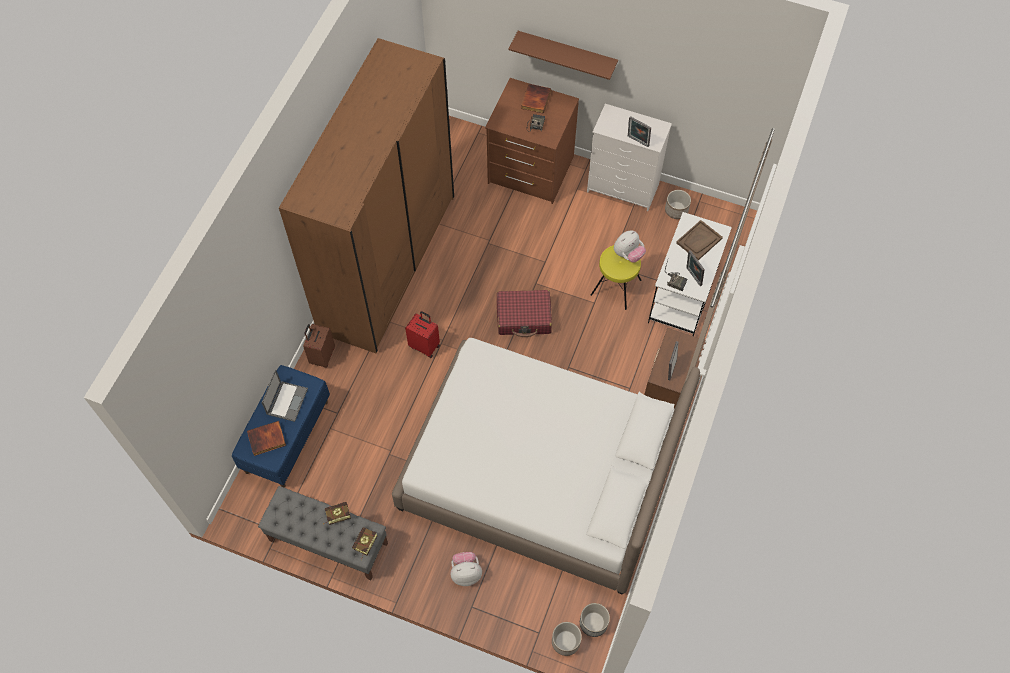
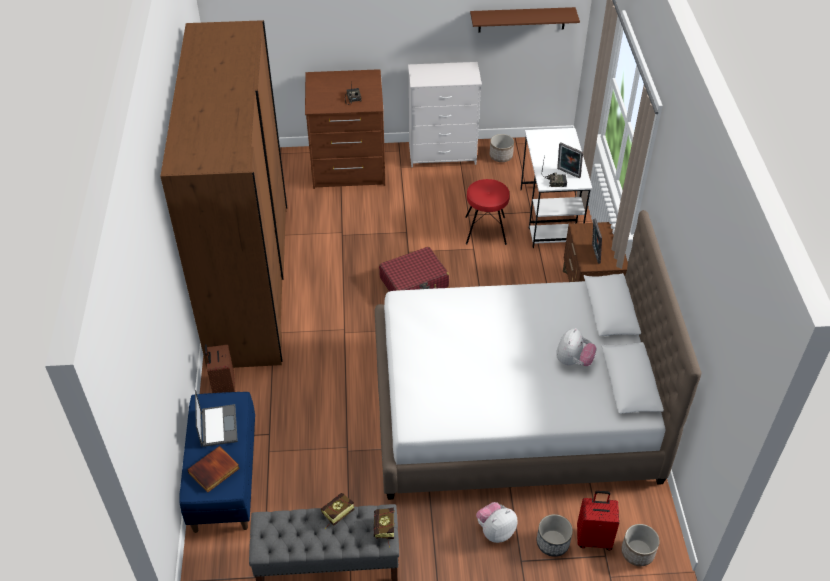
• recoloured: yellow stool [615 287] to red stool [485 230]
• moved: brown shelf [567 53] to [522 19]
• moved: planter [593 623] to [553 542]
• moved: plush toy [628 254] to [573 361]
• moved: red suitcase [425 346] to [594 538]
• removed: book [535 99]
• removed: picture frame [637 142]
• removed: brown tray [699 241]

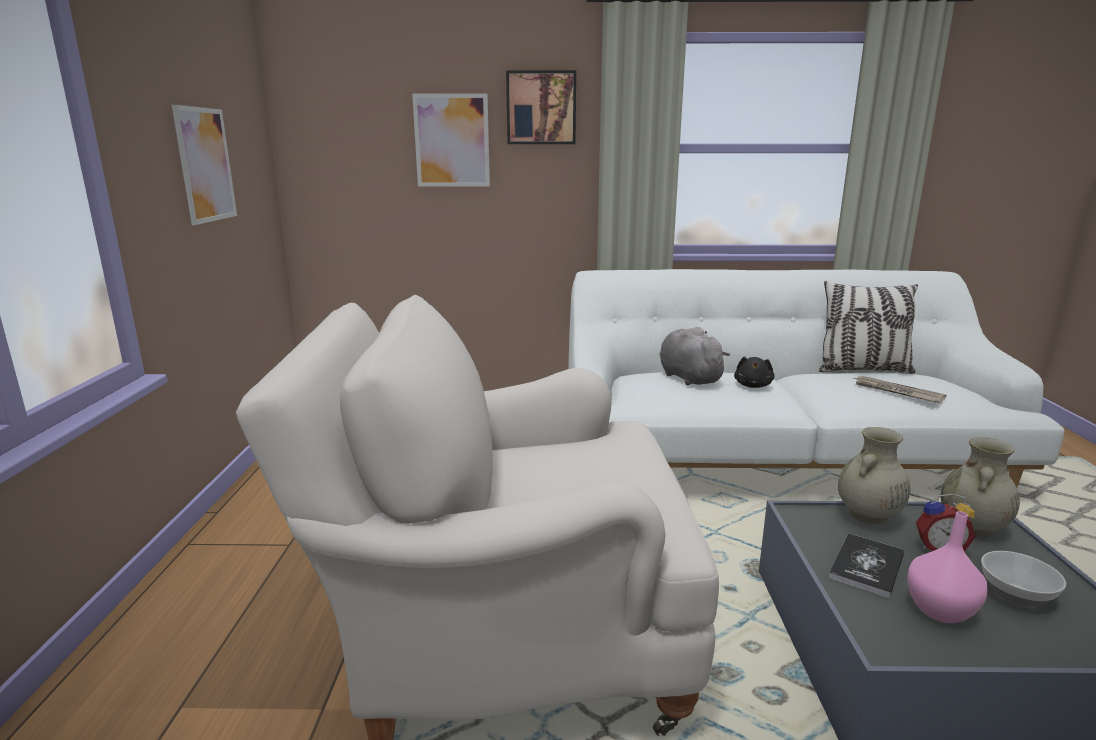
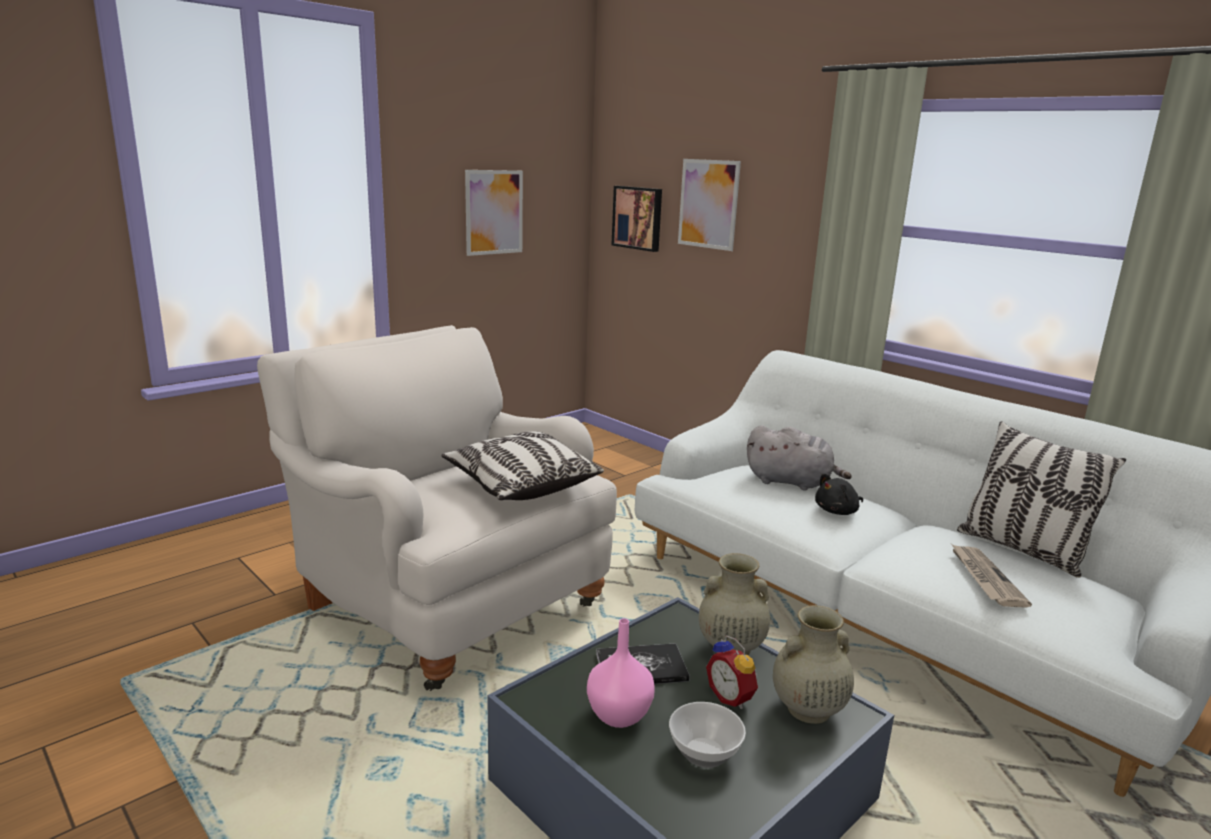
• added: pillow [520 485]
• moved: picture [541 108] to [638 218]
• turned: grey plush toy [688 377] = [791 482] 90 degrees clockwise

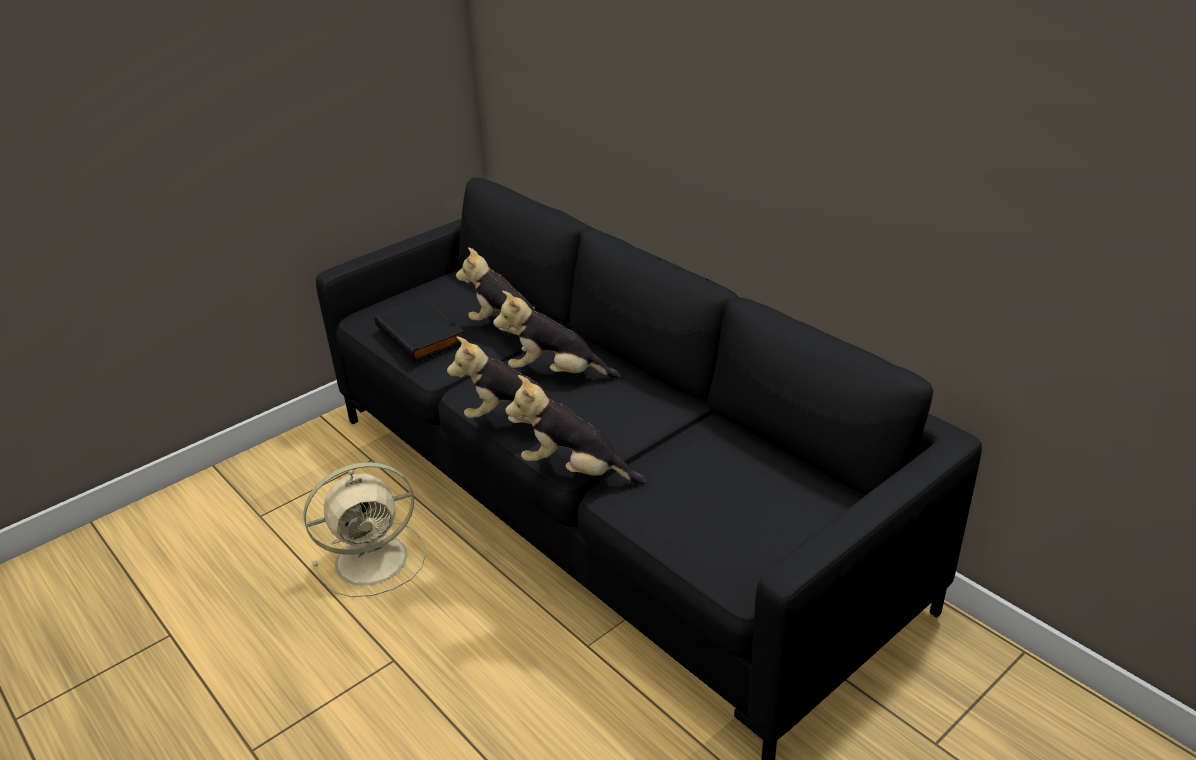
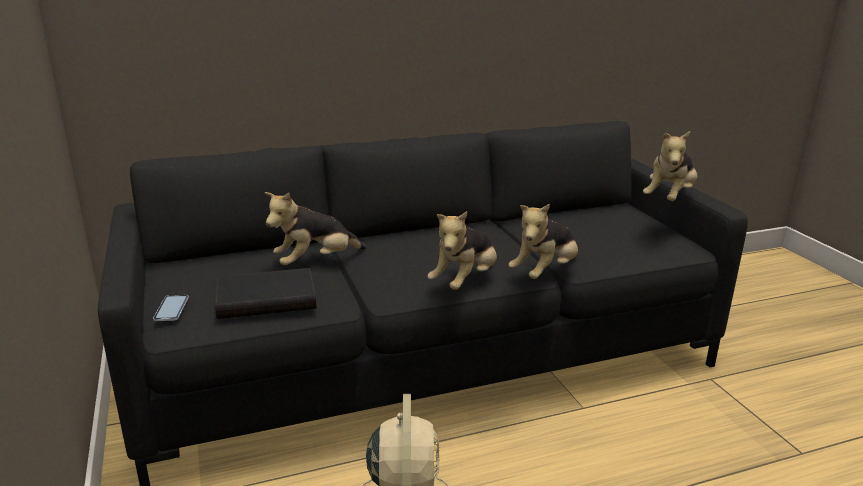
• added: phone [171 309]
• moved: plush toy [556 373] to [669 198]

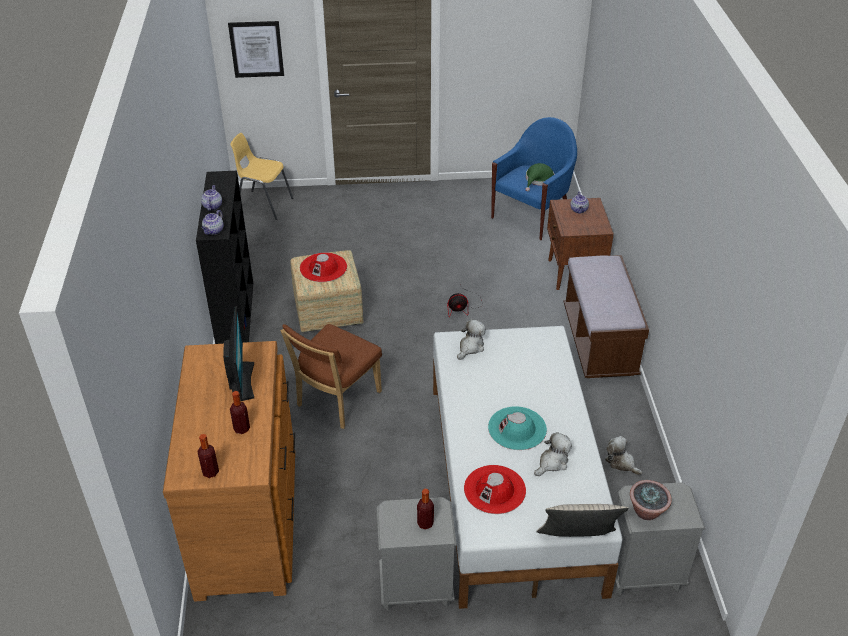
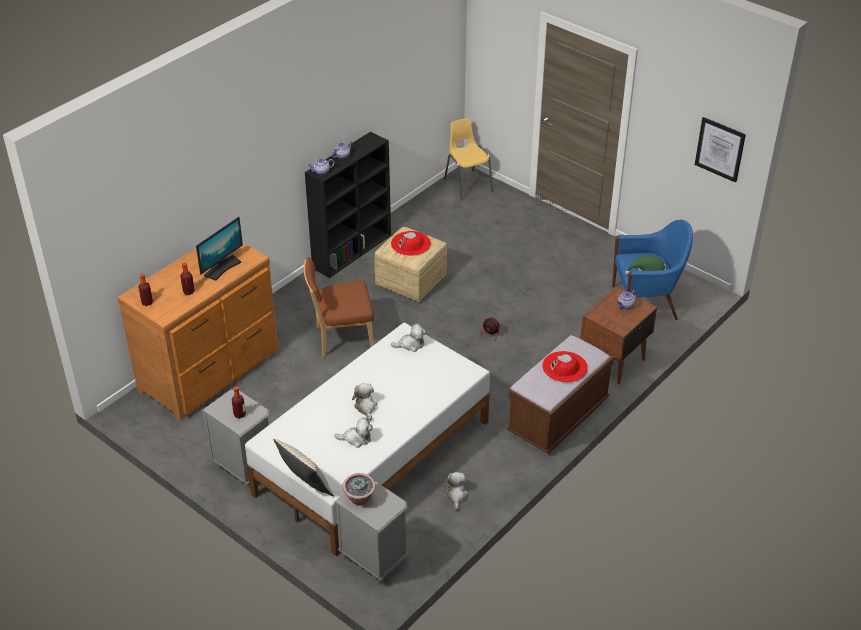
• replaced: turquoise hat [517 428] to plush toy [366 407]
• moved: red hat [495 489] to [565 367]
• moved: picture [256 49] to [720 149]

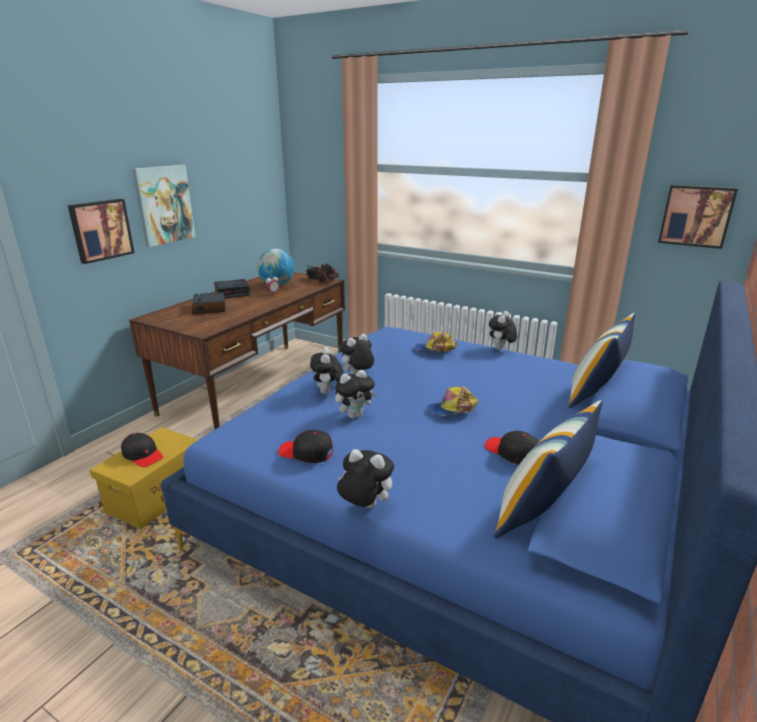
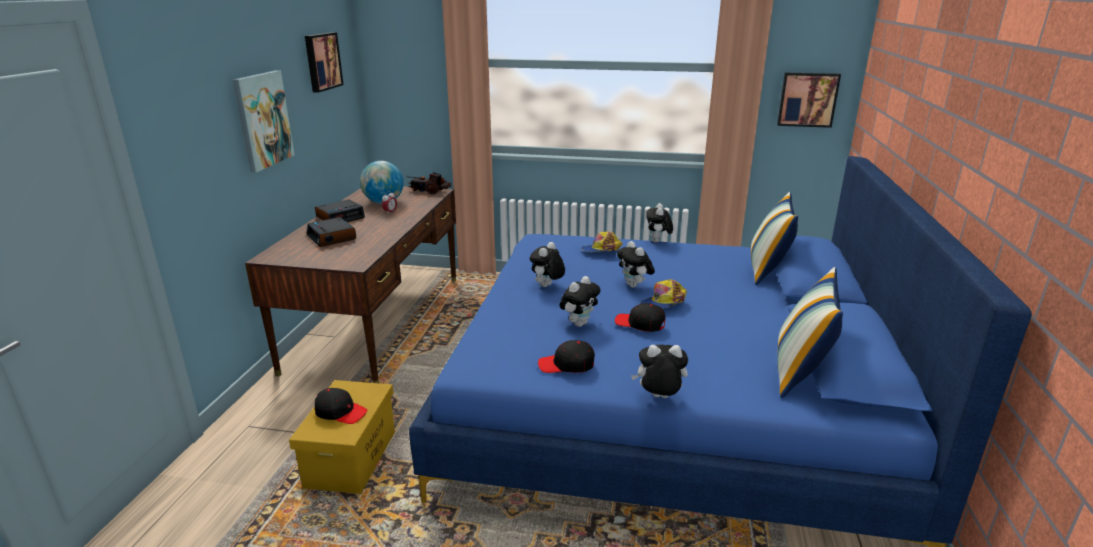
• moved: picture [100 230] to [322 61]
• moved: black cap [511 452] to [640 324]
• moved: plush toy [328 392] to [634 286]

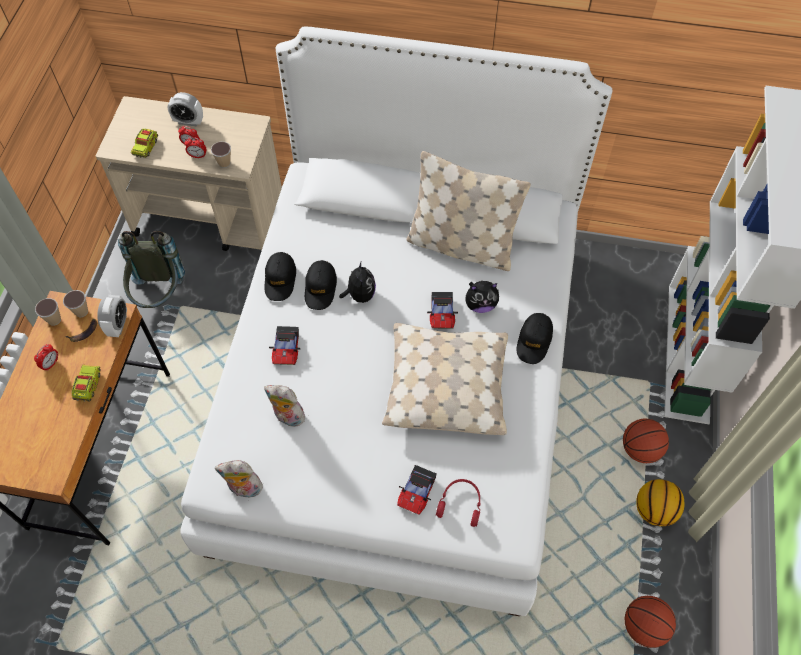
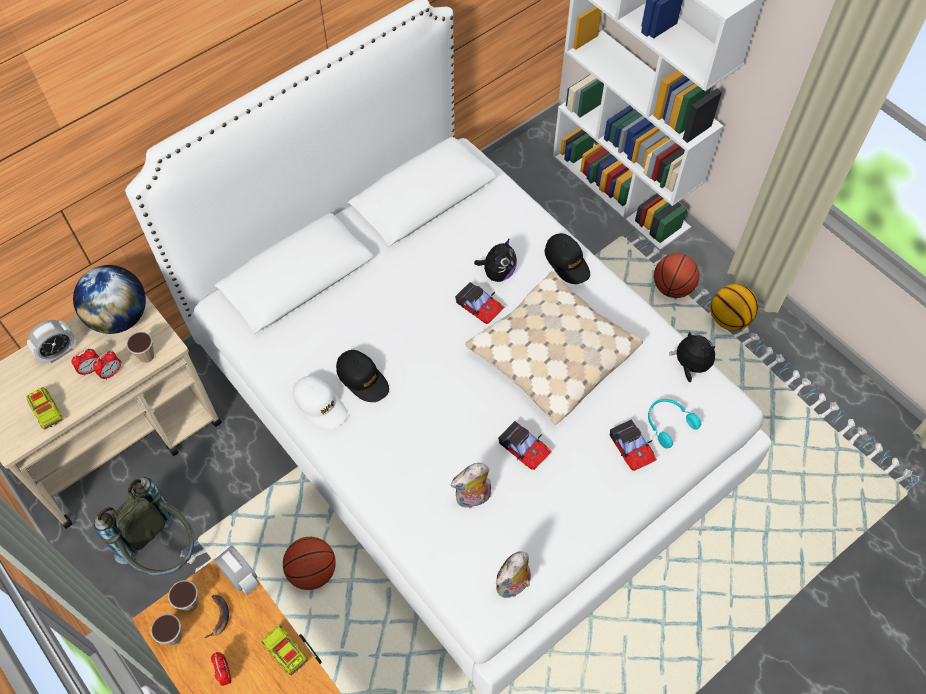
• added: globe [120 317]
• moved: basketball [644 626] to [312 571]
• recoloured: black cap [280 280] to white cap [320 405]
• moved: toy car [286 348] to [524 448]
• recoloured: red headphones [460 503] to turquoise headphones [668 423]
• moved: plush toy [360 295] to [690 366]
• removed: beige pillow [461 245]

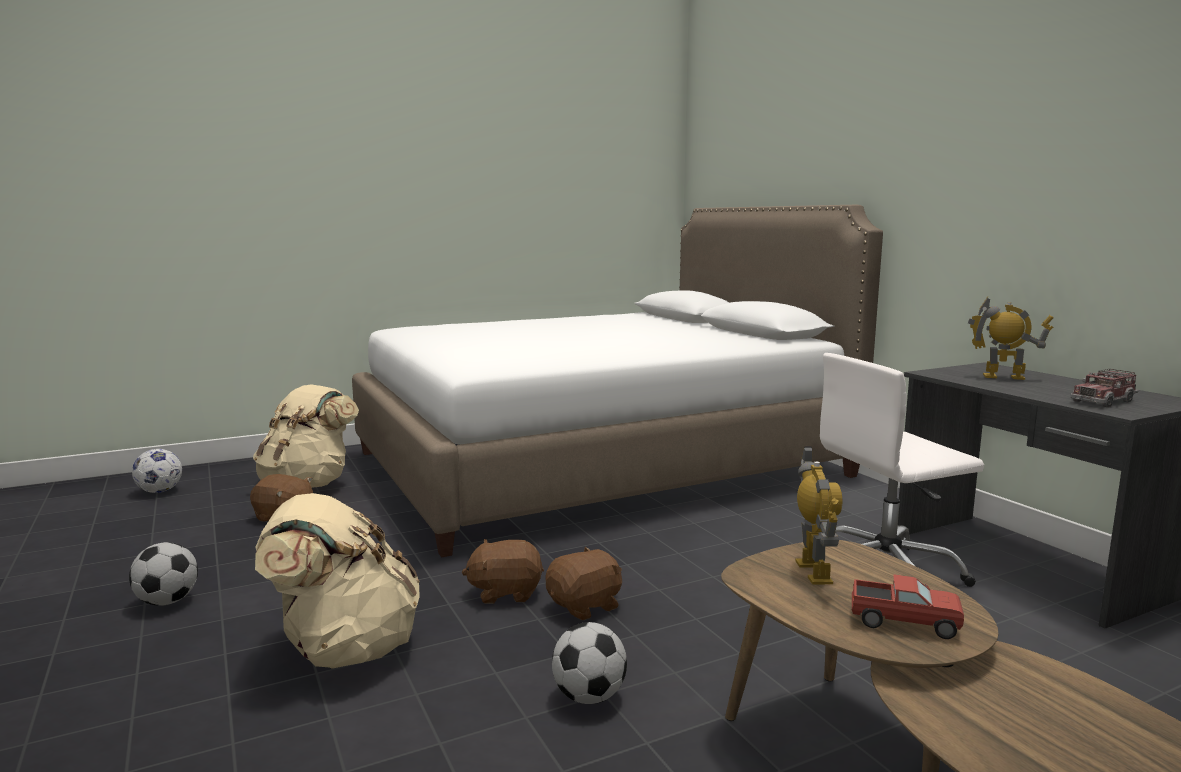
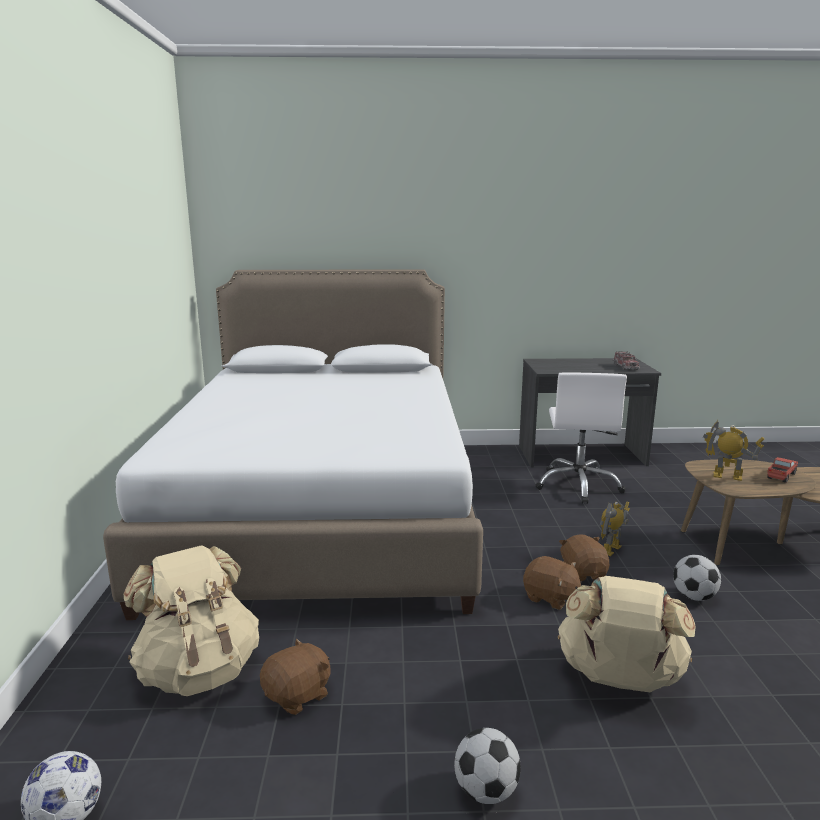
• turned: brown plush toy [505 592] = [550 597] 75 degrees counterclockwise
• moved: toy robot [1003 377] to [611 549]

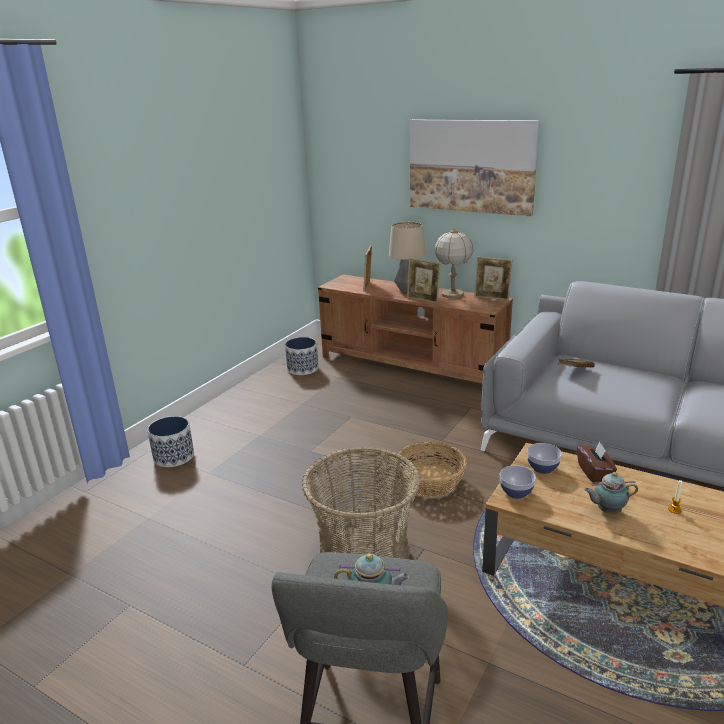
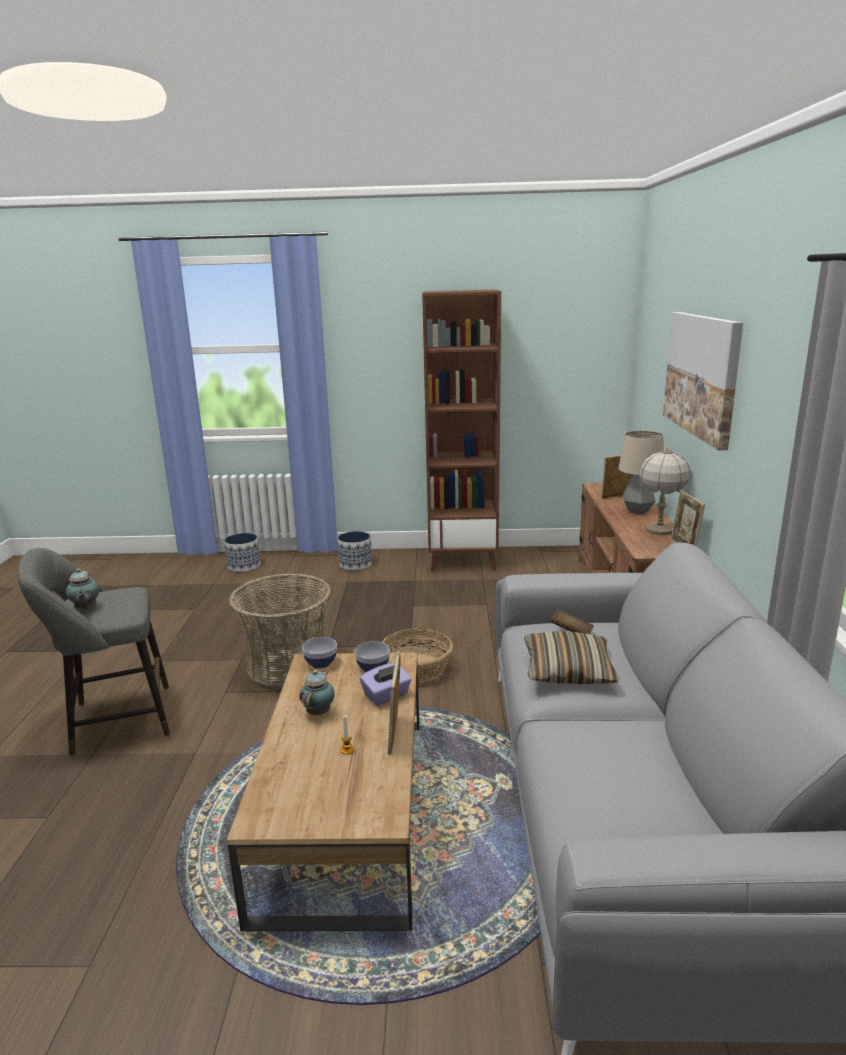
• moved: planter [302 369] to [244 566]
• turned: teapot [607 511] = [319 712] 45 degrees clockwise
• recoloured: brown tissue box [594 472] to purple tissue box [386 695]
• moved: picture frame [423 300] to [395 735]
• added: brown bookcase [463 560]
• added: pillow [568 670]

